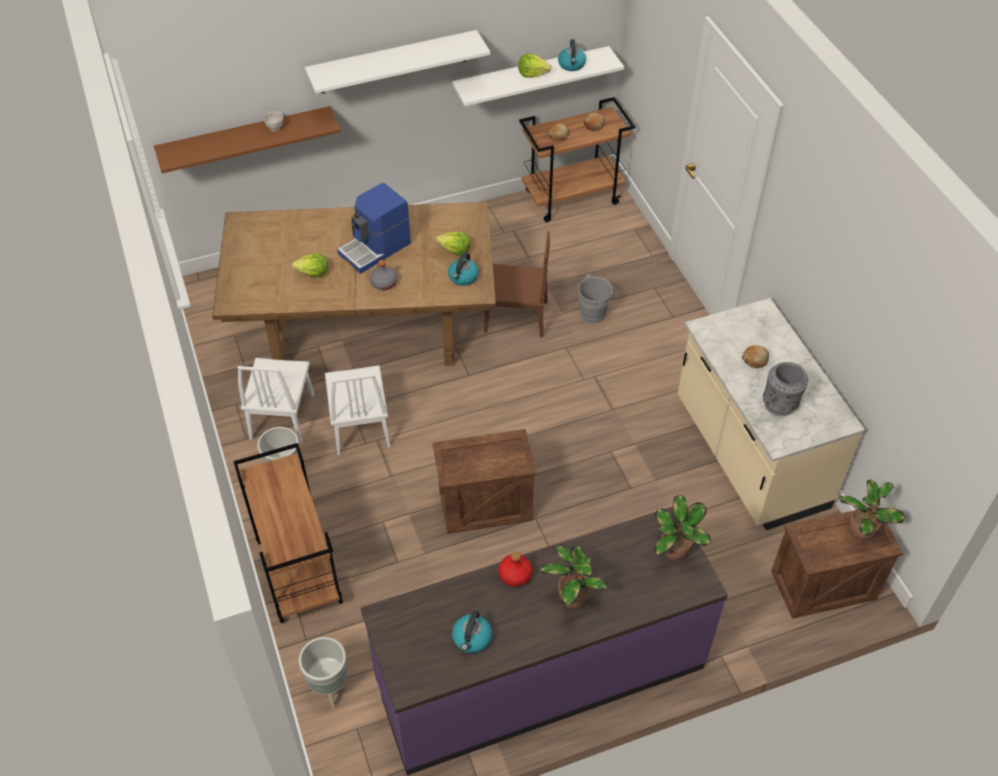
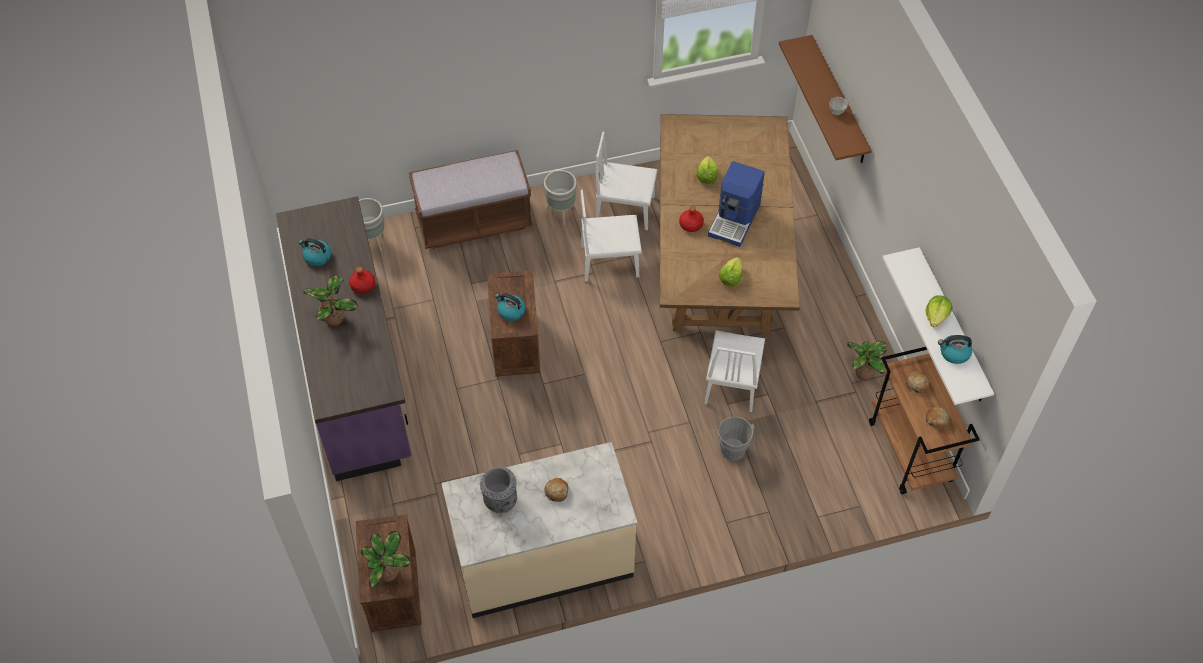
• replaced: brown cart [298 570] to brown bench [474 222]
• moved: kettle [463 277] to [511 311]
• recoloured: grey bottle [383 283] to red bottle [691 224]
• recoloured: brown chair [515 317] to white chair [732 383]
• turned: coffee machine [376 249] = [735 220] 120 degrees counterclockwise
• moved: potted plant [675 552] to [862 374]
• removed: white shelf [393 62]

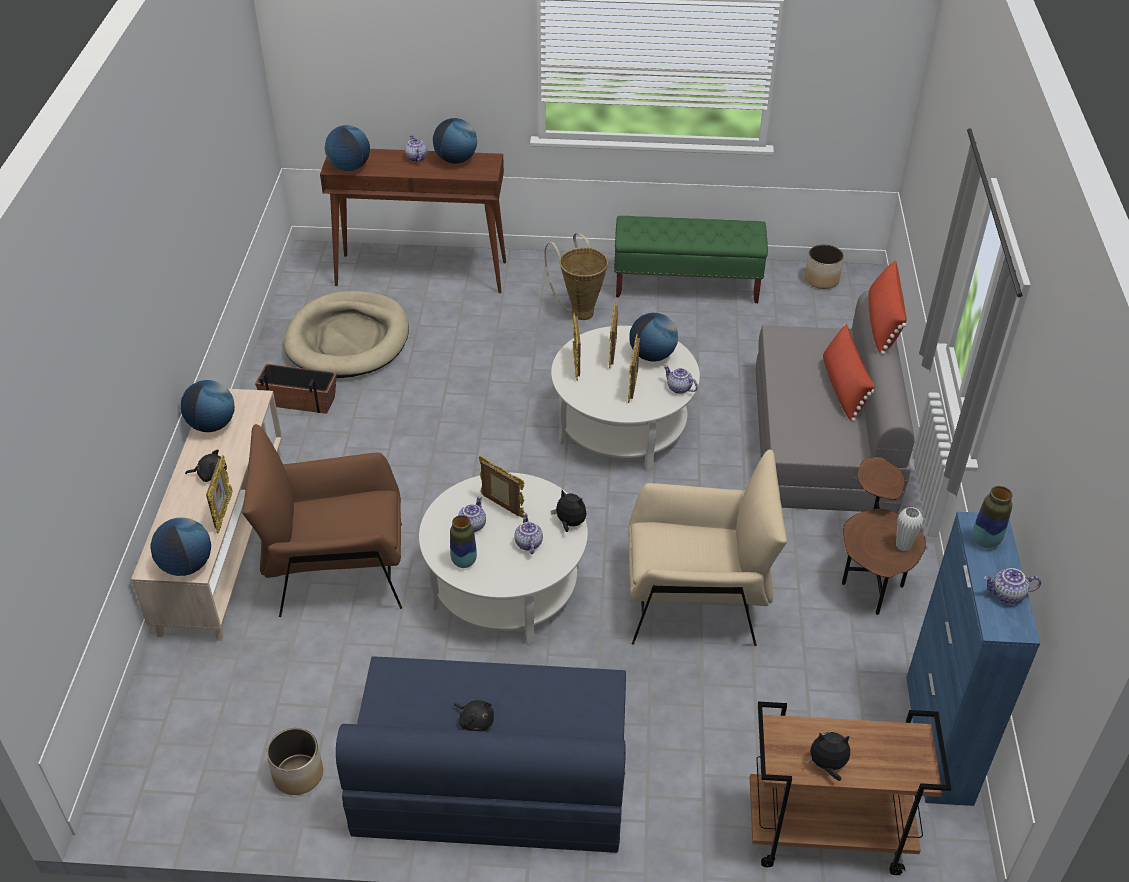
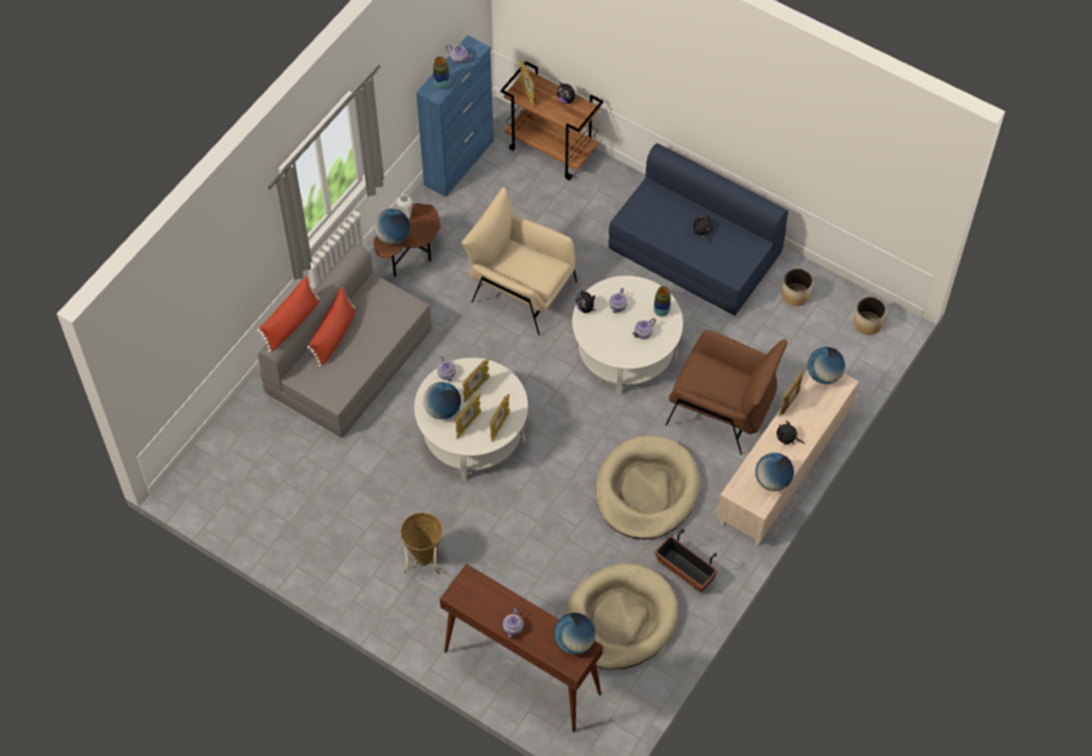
• moved: globe [456 160] to [393 237]
• moved: picture frame [502 506] to [527 94]
• added: beige dog bed [646 490]
• moved: planter [821 280] to [868 323]
• removed: green bench [687 285]

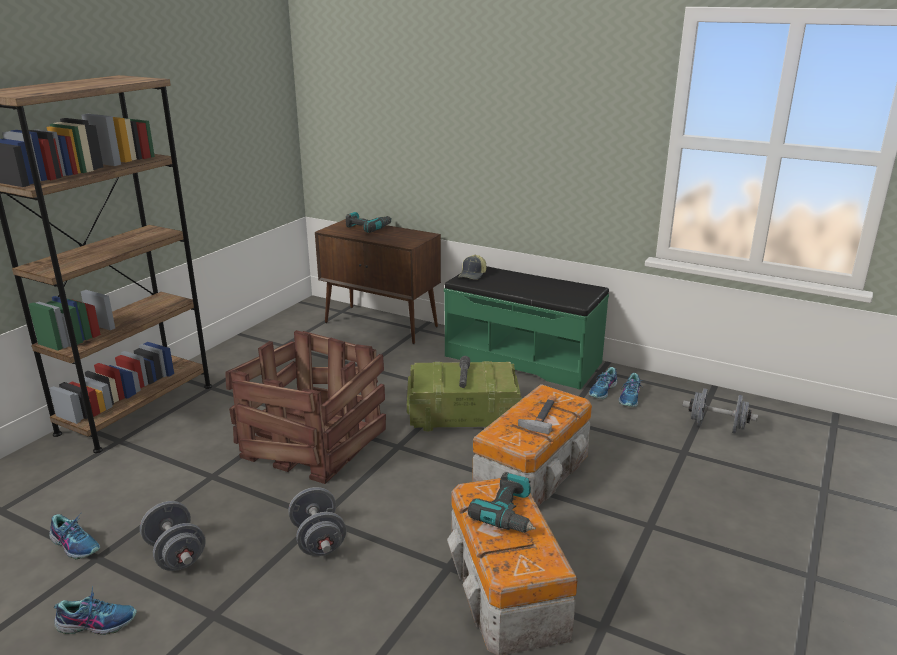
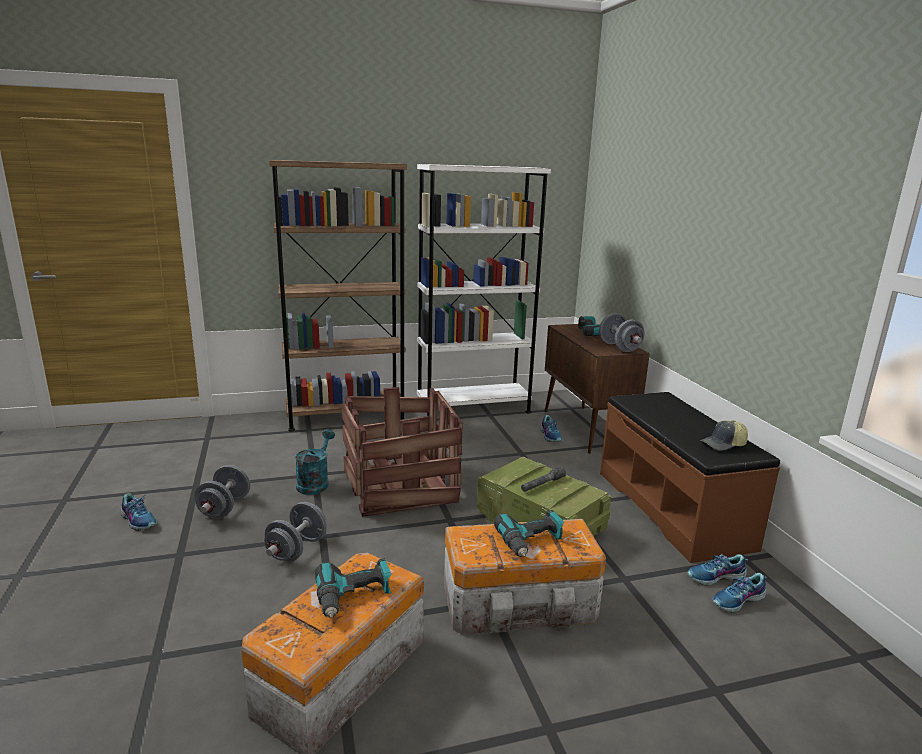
• added: turquoise watering can [315 482]
• added: white bookcase [473 408]
• replaced: hammer [542 415] to power drill [531 542]
• moved: shoe [76 545] to [551 435]
• moved: grey dumbbell [716 427] to [619 347]
• recoloured: green bench [523 358] to brown bench [673 508]
• moved: cap [473 275] to [723 445]

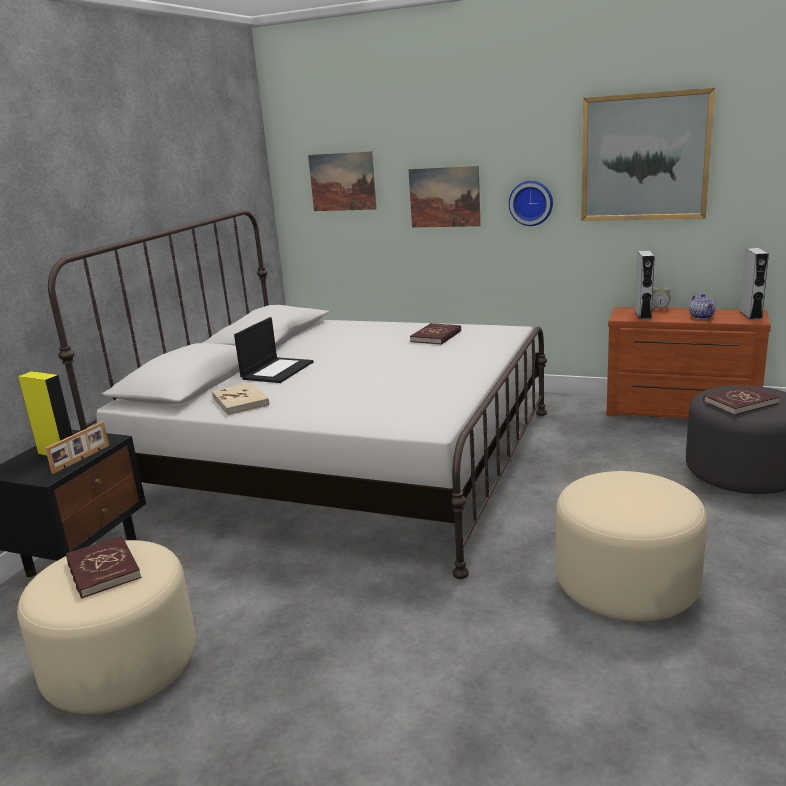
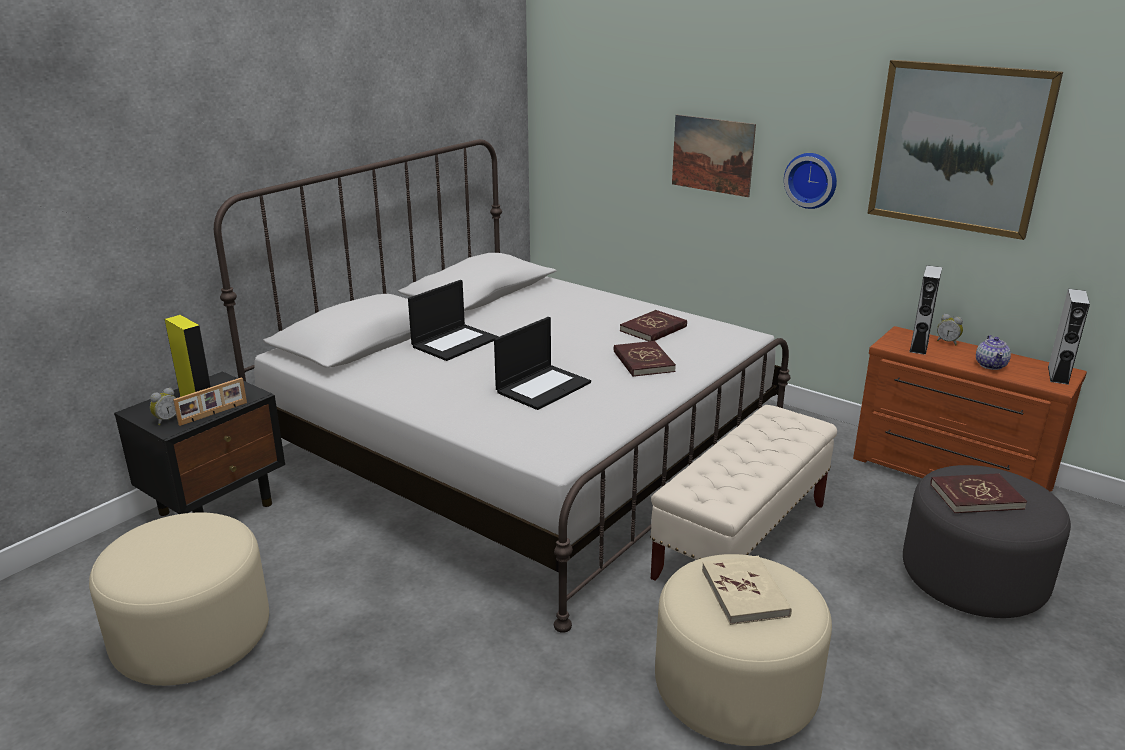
• added: alarm clock [166 420]
• added: laptop [543 387]
• moved: red book [103 570] to [643 362]
• added: beige bench [742 540]
• moved: beige book [241 401] to [745 593]
• removed: picture [342 182]

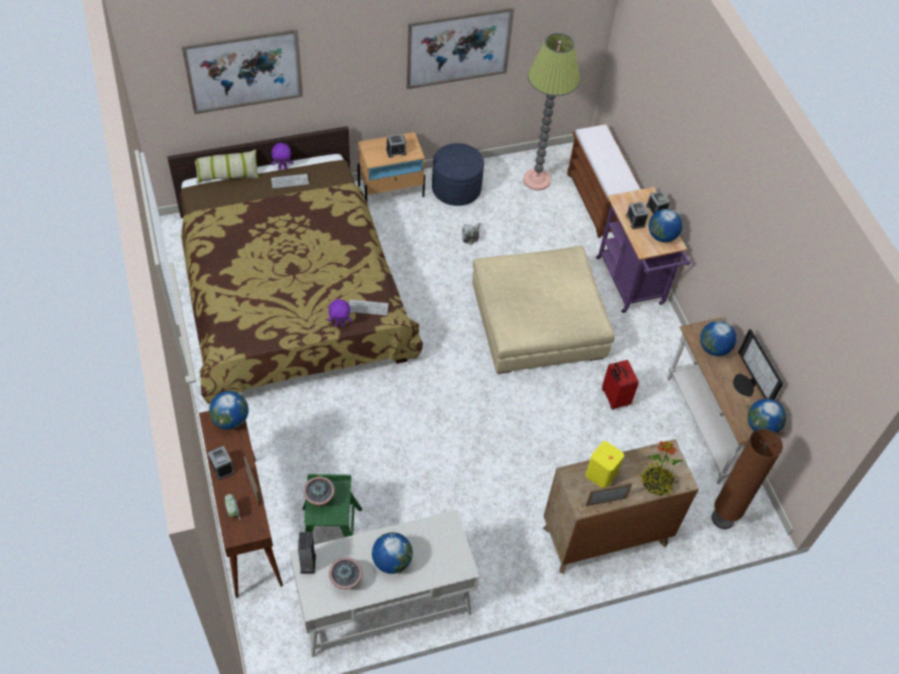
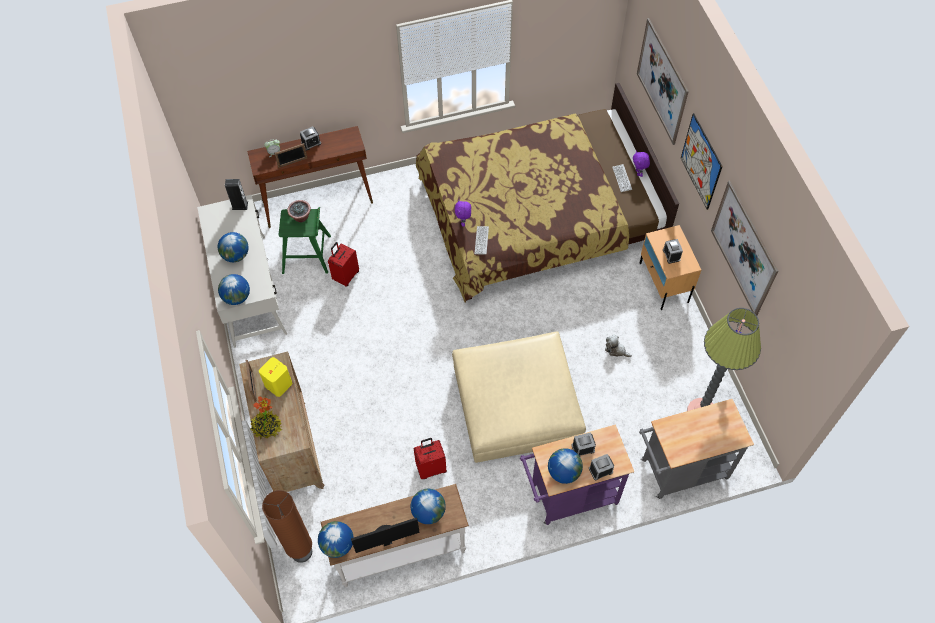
• moved: globe [231 420] to [237 297]
• added: red suitcase [345 276]
• replaced: brown bench [598 202] to grey cart [679 471]
• added: picture [701 162]
• removed: pillow [227 176]
• removed: potted plant [346 580]
• removed: blue ottoman [456 188]

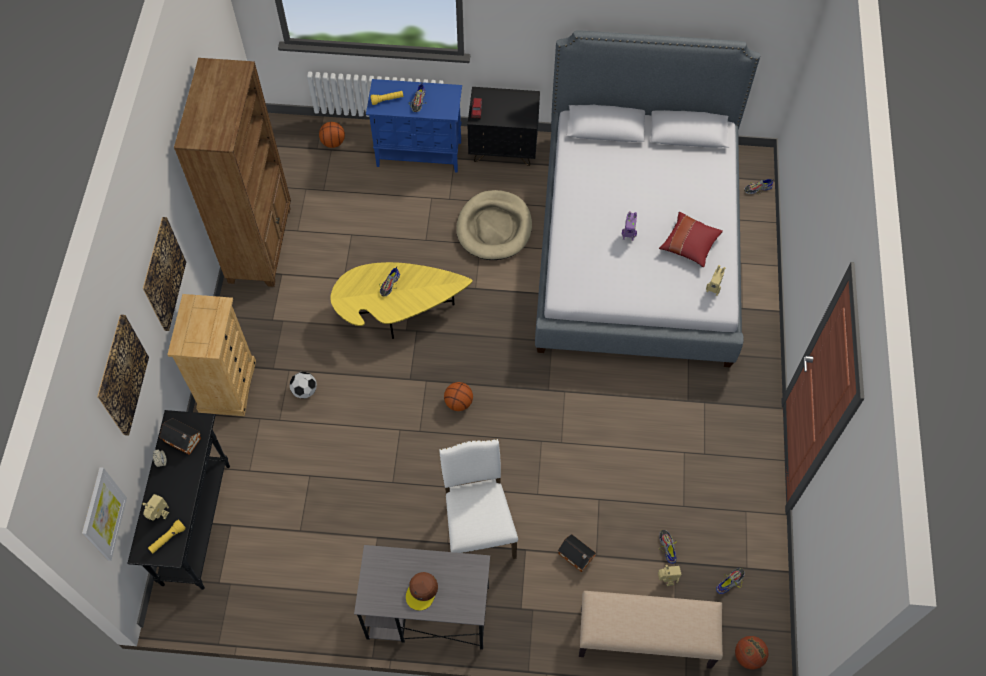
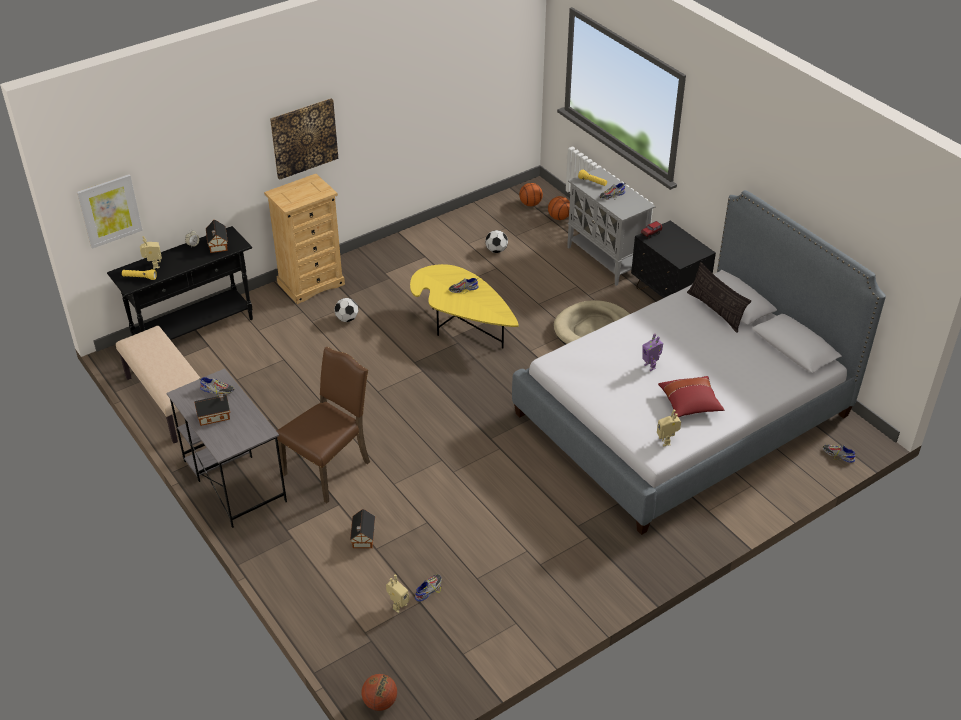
• moved: beige bench [645 638] to [168 401]
• replaced: brown cap [422 591] to toy house [215 415]
• moved: shoe [730 581] to [217 390]
• recoloured: white chair [478 529] to brown chair [329 468]
• added: football [496 250]
• moved: basketball [458 402] to [530 204]
• recoloured: blue cabinet [420 154] to grey cabinet [606 260]
• added: pillow [715 310]
• removed: picture [121 375]
• removed: brown bookcase [261 244]

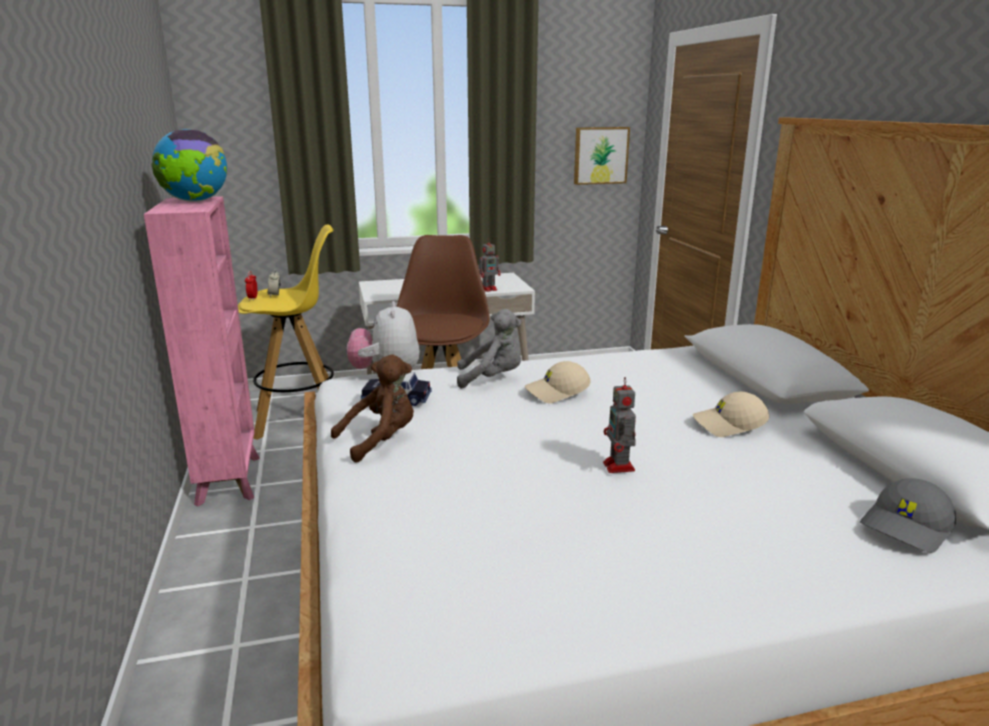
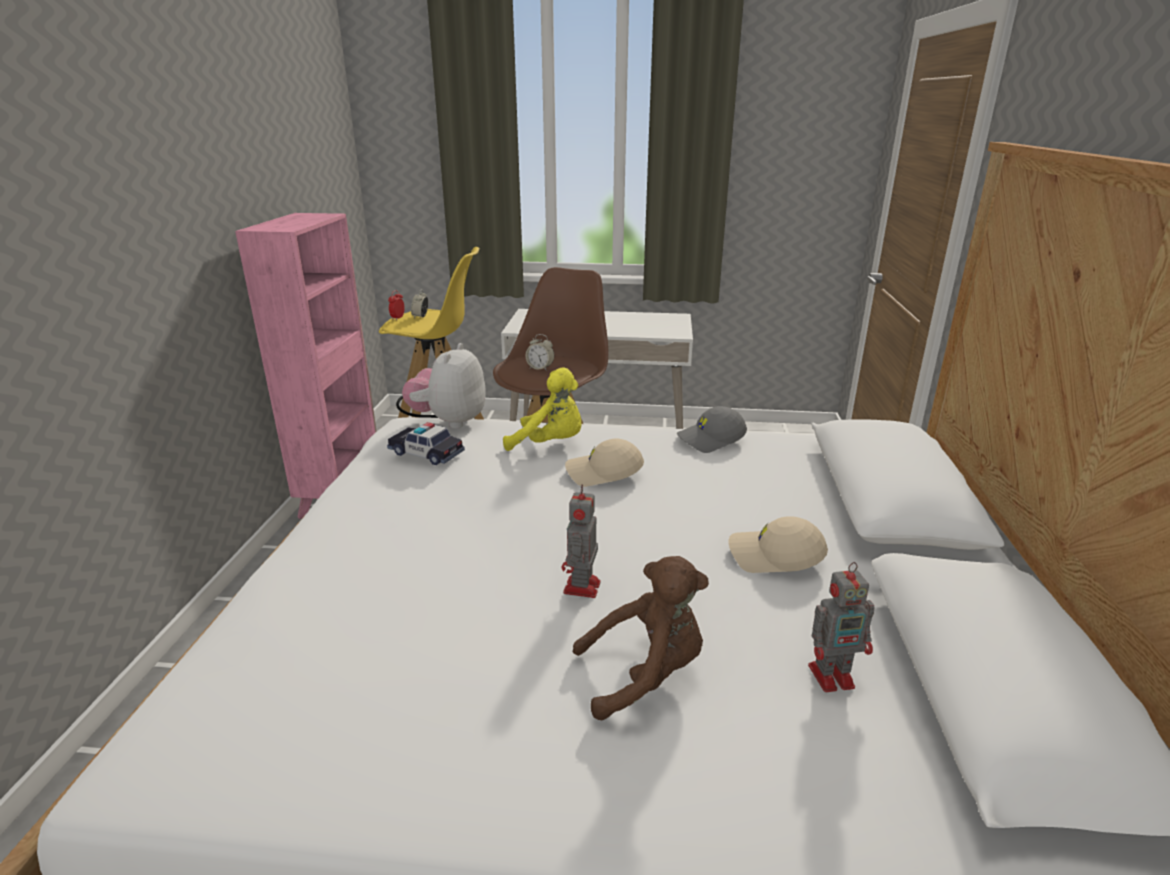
• recoloured: grey plush toy [492 379] to yellow plush toy [550 444]
• added: alarm clock [540 368]
• moved: brown plush toy [380 441] to [645 674]
• moved: grey cap [907 527] to [711 440]
• moved: toy robot [489 289] to [833 676]
• removed: globe [195 201]
• removed: picture [600 155]

